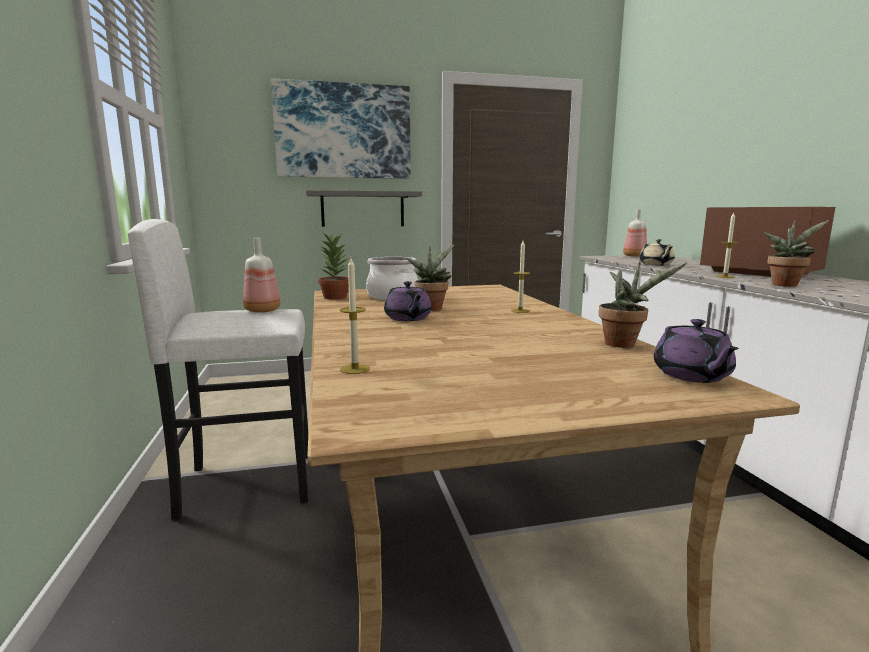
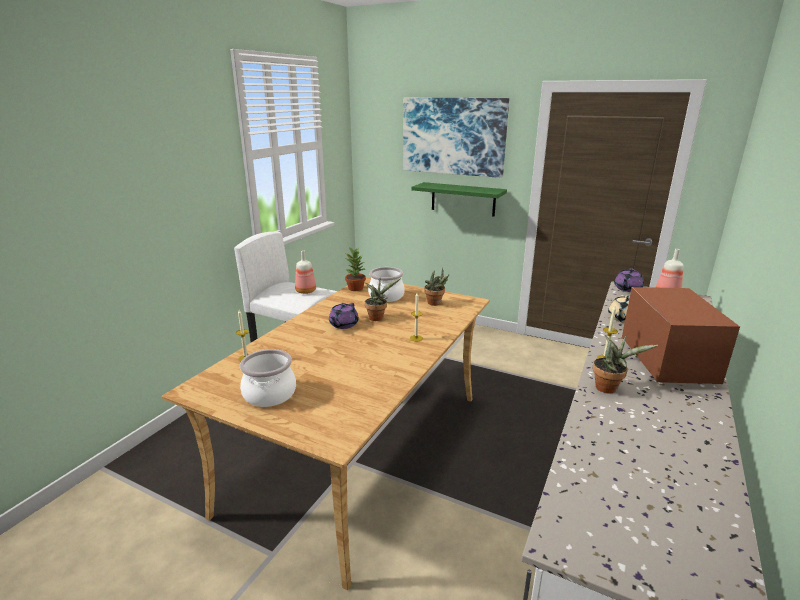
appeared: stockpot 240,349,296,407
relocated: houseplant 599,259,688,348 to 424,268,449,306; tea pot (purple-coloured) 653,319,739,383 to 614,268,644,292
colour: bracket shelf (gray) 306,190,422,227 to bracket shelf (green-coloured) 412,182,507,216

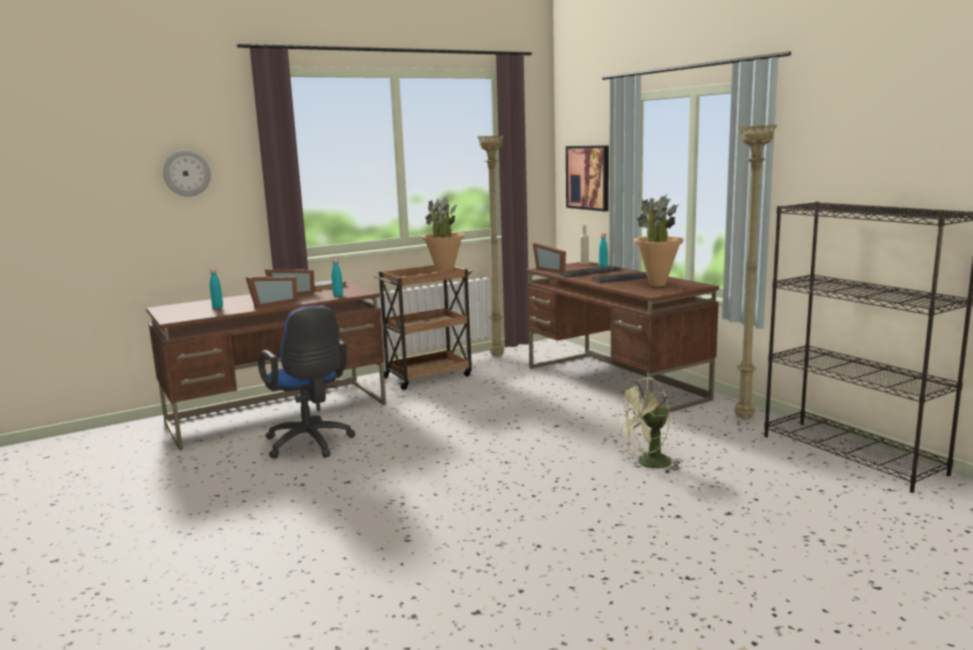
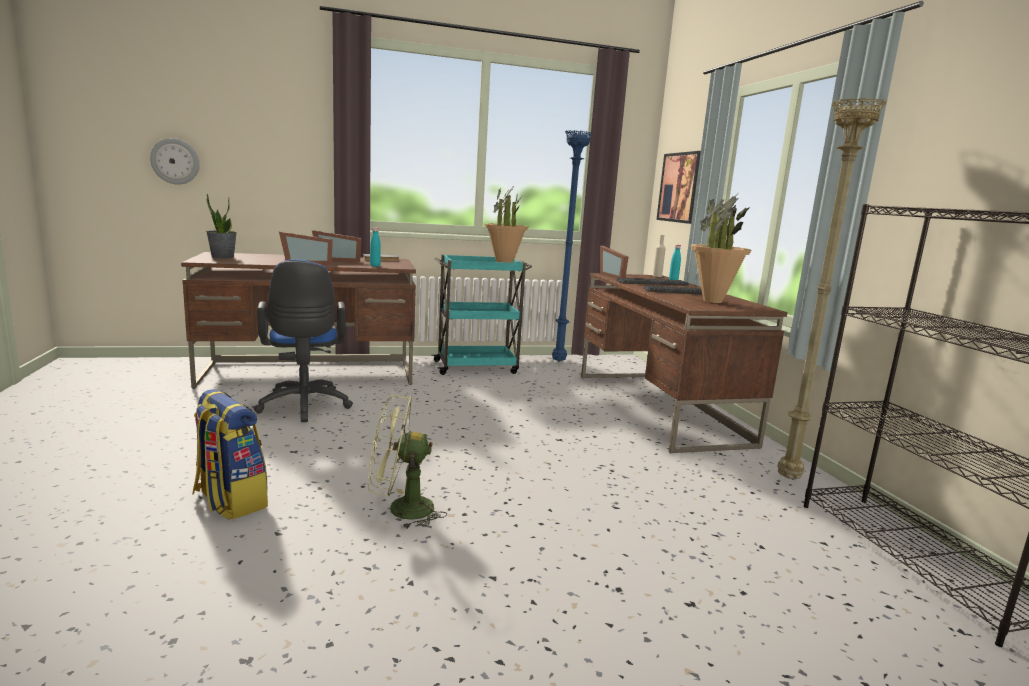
missing: bottle (turquoise) 210,269,223,309
appeared: houseplant 206,194,237,259; backpack 192,389,268,520
relocated: clock on the wall 163,150,211,197 to 150,138,200,185; electric fan (green-coloured) 615,377,683,473 to 368,395,447,530
colour: floor lamp (sand-coloured) 477,136,504,356 to floor lamp (blue-coloured) 552,130,593,361; cart (brownish) 373,265,472,390 to cart (turquoise) 431,255,532,375

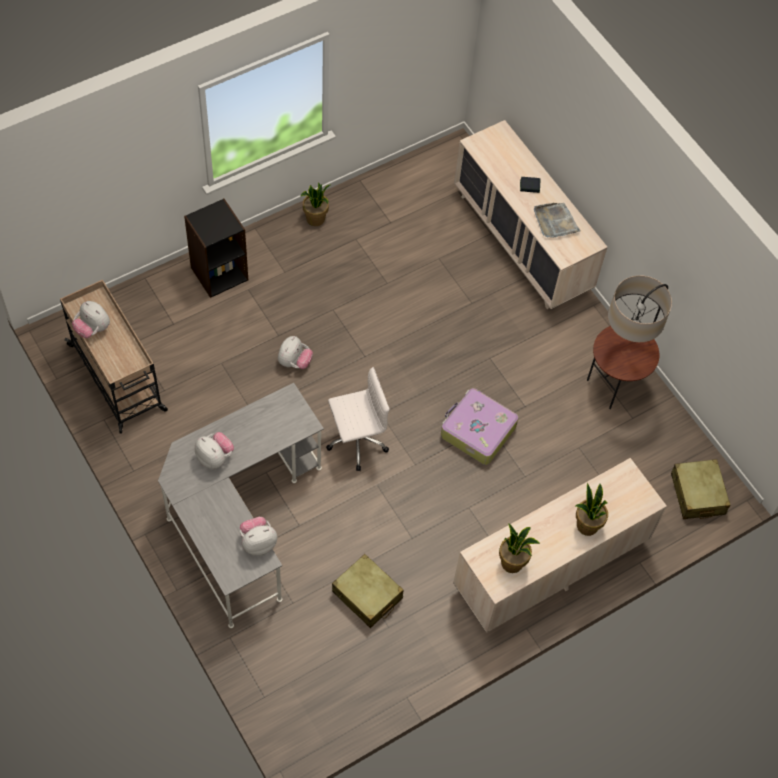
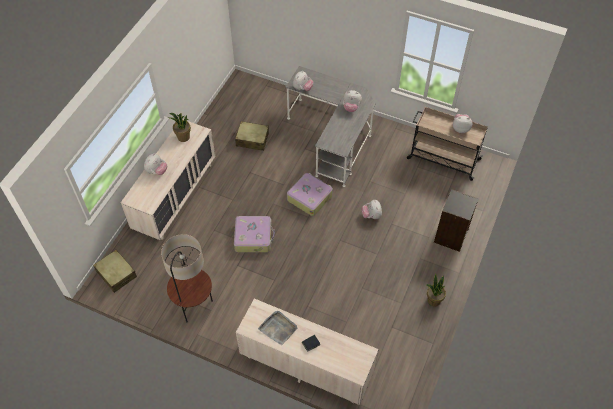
exchanged: office chair (white) 326,367,390,471 to travel case 287,173,333,216; houseplant 576,483,608,536 to cuddly toy 144,153,167,175

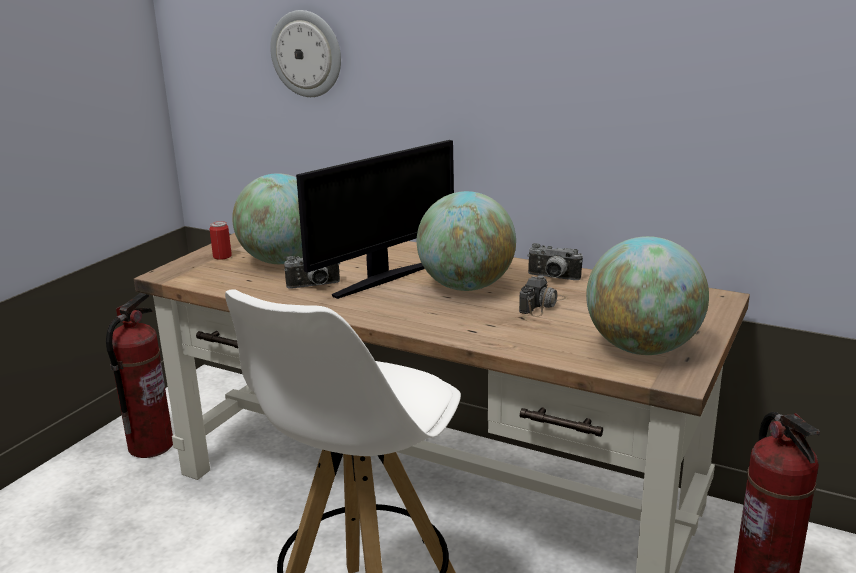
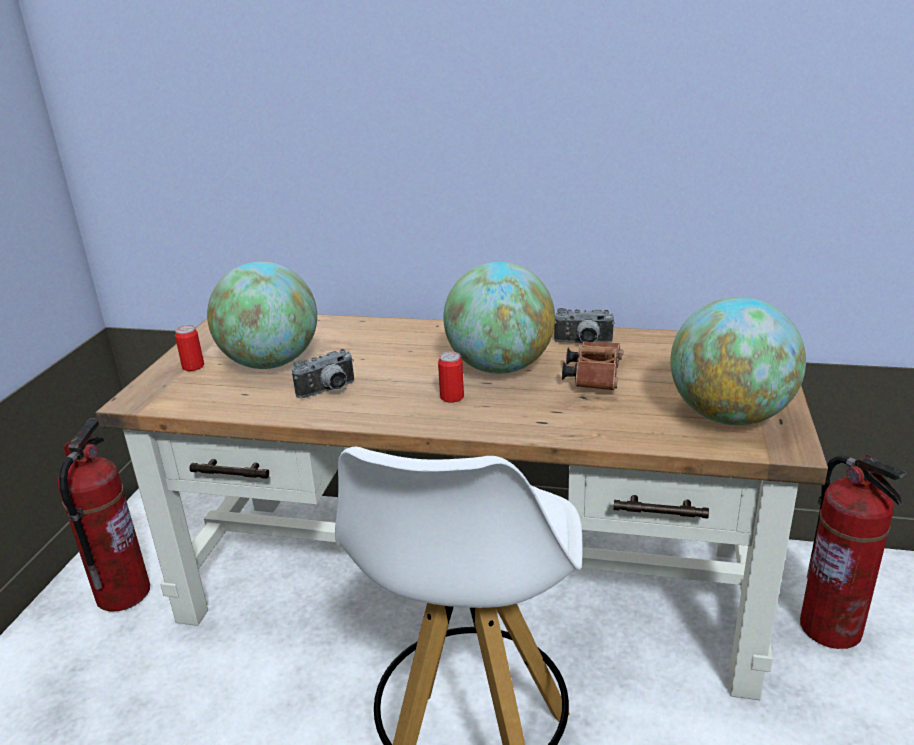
missing: clock on the wall 270,10,341,97; monitor 296,140,454,299
appeared: can 438,352,464,403
exchanged: still camera 519,275,566,317 to pair of binoculars (brownish) 562,341,623,391

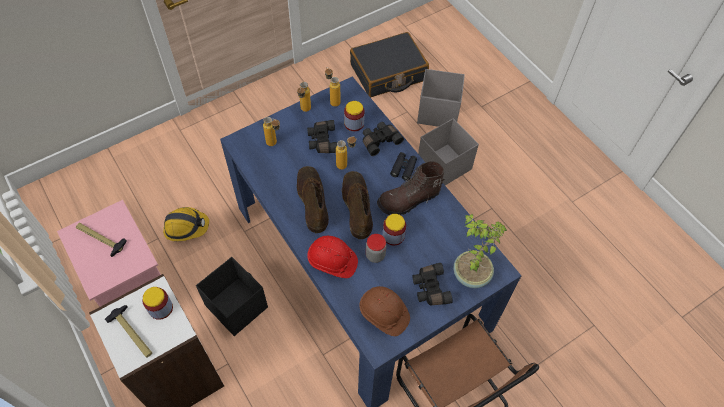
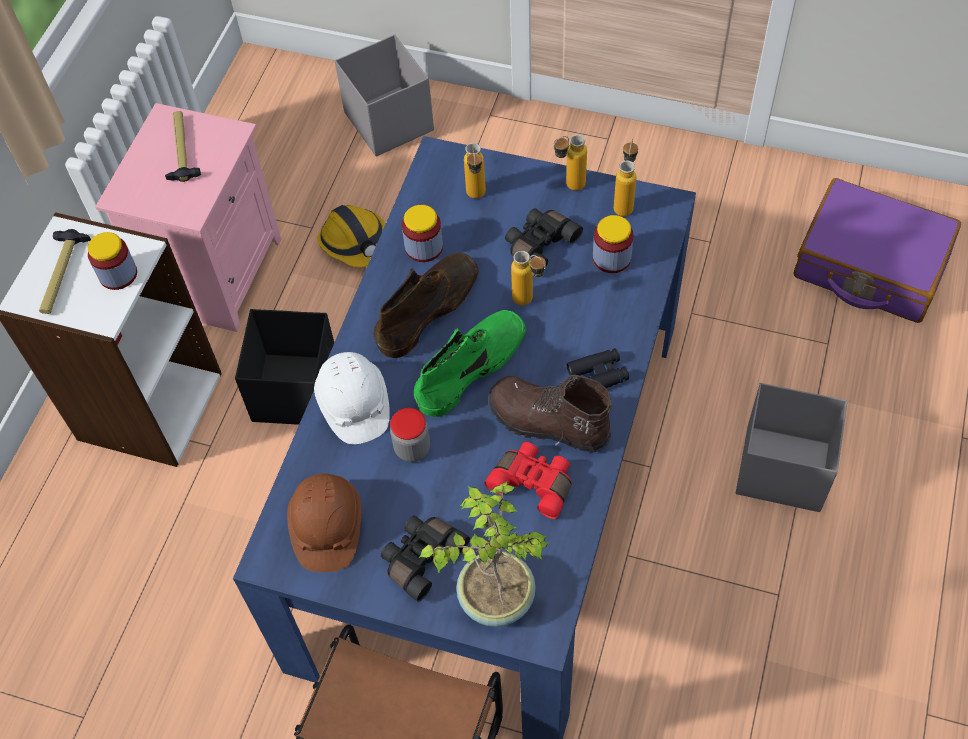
missing: pair of binoculars (blackish) 363,122,404,156
appeared: pair of binoculars (reddish) 485,442,572,519
relocated: storage container (gray) 417,69,465,127 to 335,34,434,156; jar 383,214,406,245 to 402,205,443,262
colour: travel case (blackish) 350,32,429,97 to travel case (purple-coloured) 794,178,961,323; boot (brownish) 342,171,373,239 to boot (green-coloured) 414,310,526,417; safety helmet (reddish) 307,236,358,278 to safety helmet (white) 314,352,390,444

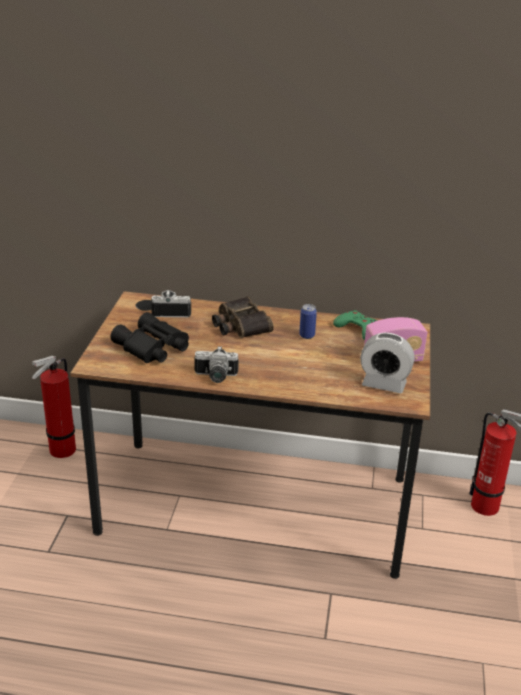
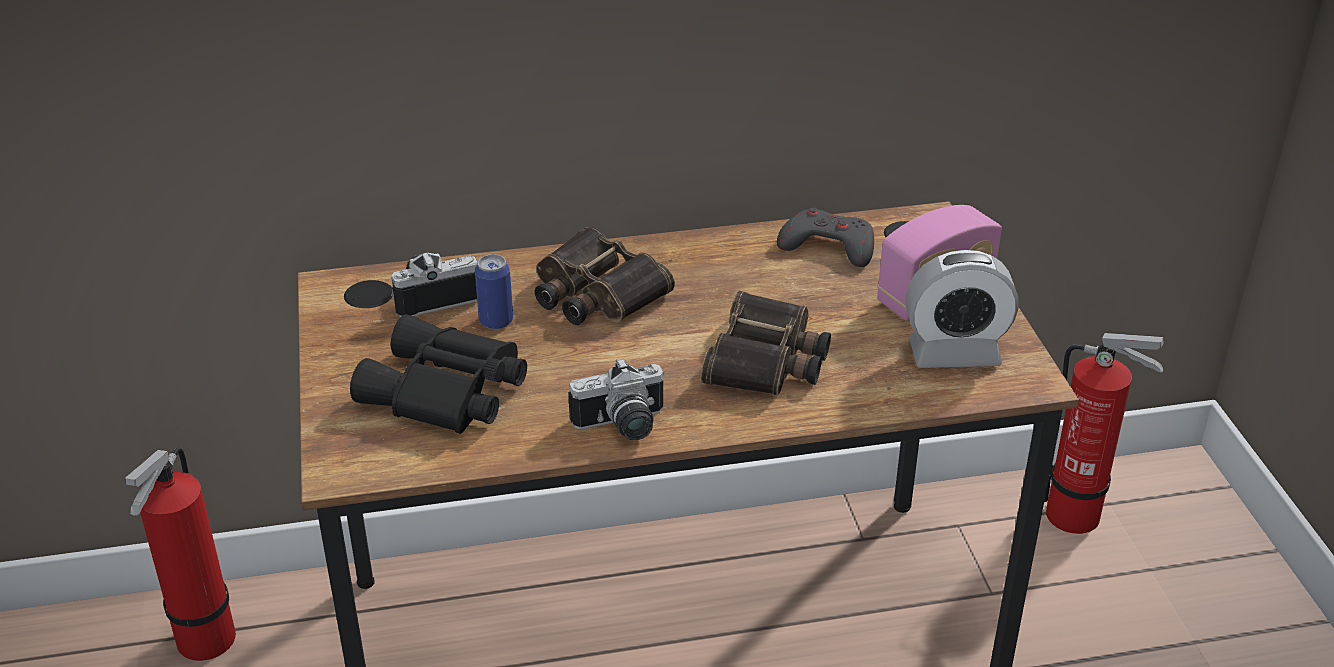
appeared: pair of binoculars 701,290,831,395
relocated: can 299,304,317,339 to 475,254,513,329
colour: game controller (green-coloured) 333,310,377,340 to game controller (gray) 777,208,874,267

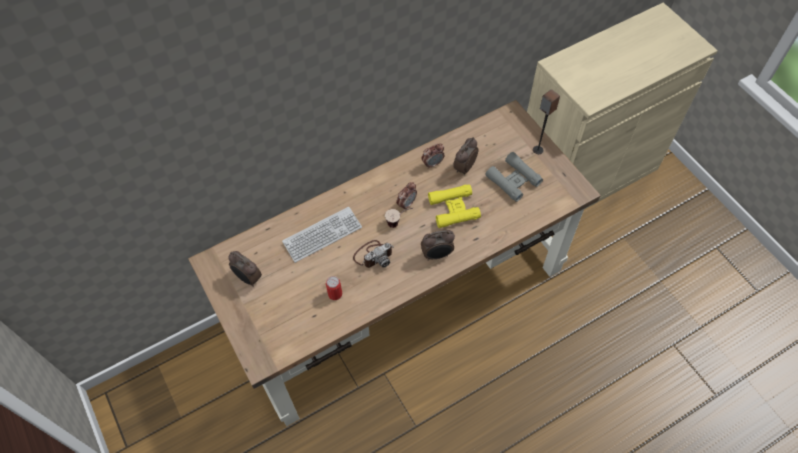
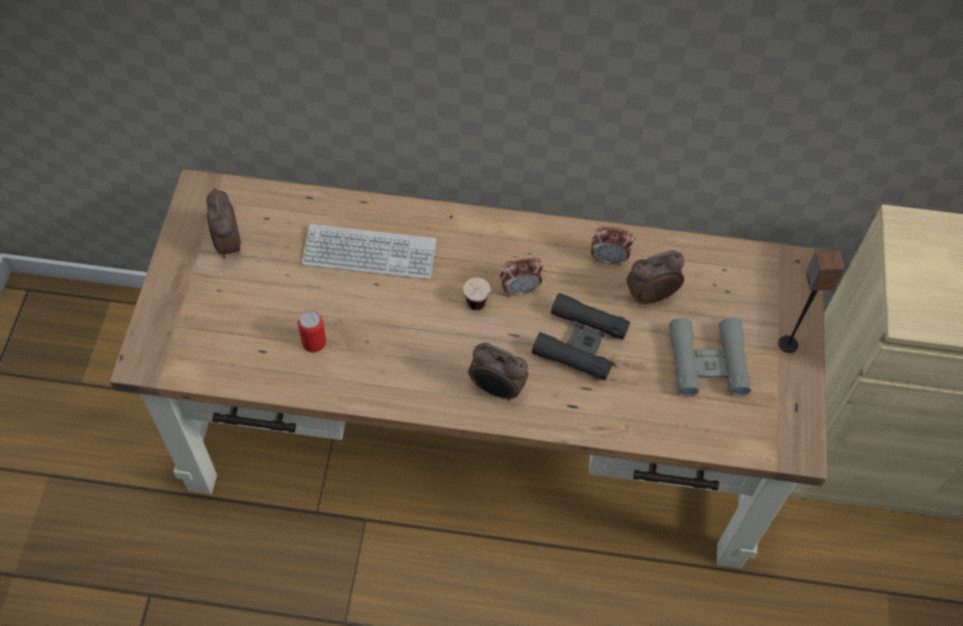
missing: still camera 353,240,393,268
colour: pair of binoculars (yellowish) 428,184,481,228 to pair of binoculars (blackish) 532,293,630,380

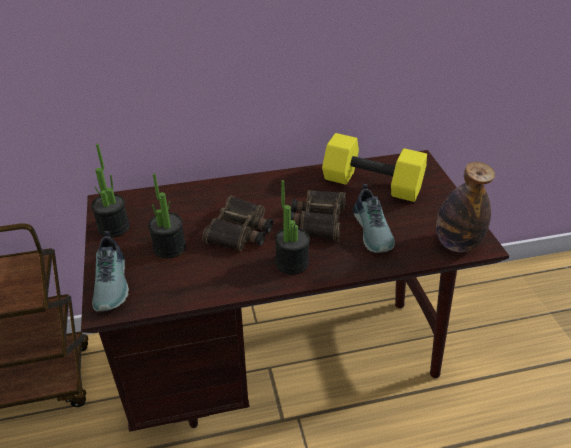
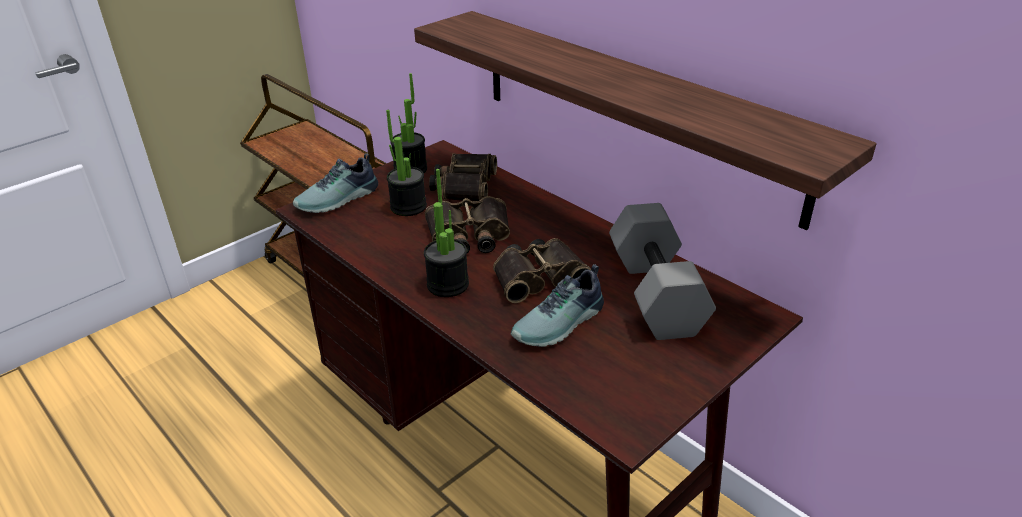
missing: bottle 436,162,495,252
appeared: bracket shelf 414,11,877,230; pair of binoculars 429,153,497,202
colour: hand weight (yellowish) 322,133,427,202 to hand weight (gray) 609,203,716,340

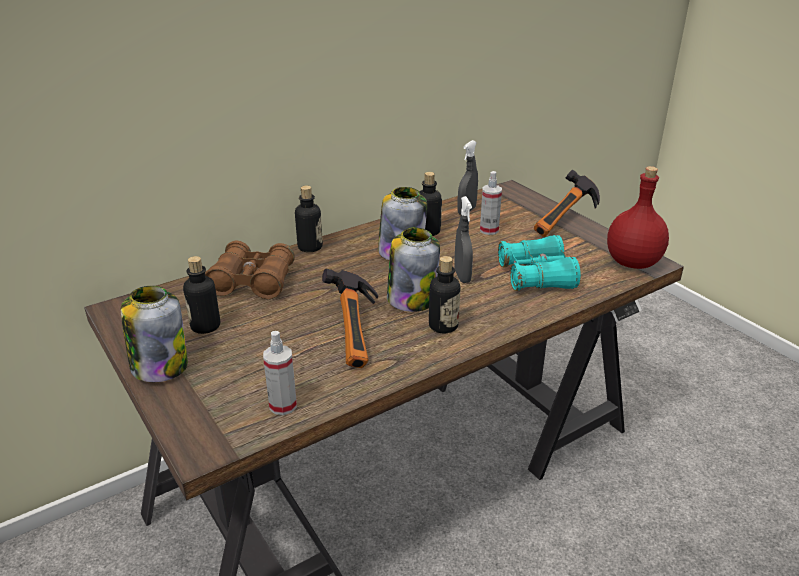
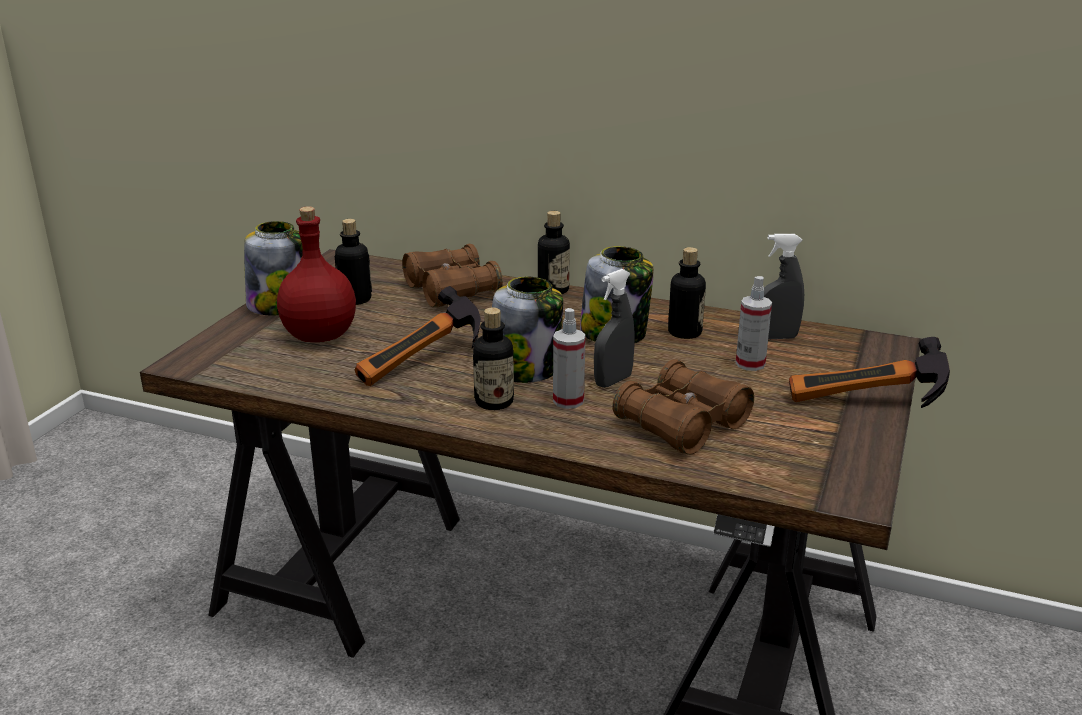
relocated: bottle (reddish) 607,166,669,269 to 277,206,356,342; spray bottle 263,331,297,415 to 553,308,585,409
colour: pair of binoculars (turquoise) 498,235,581,291 to pair of binoculars (brownish) 612,359,754,455

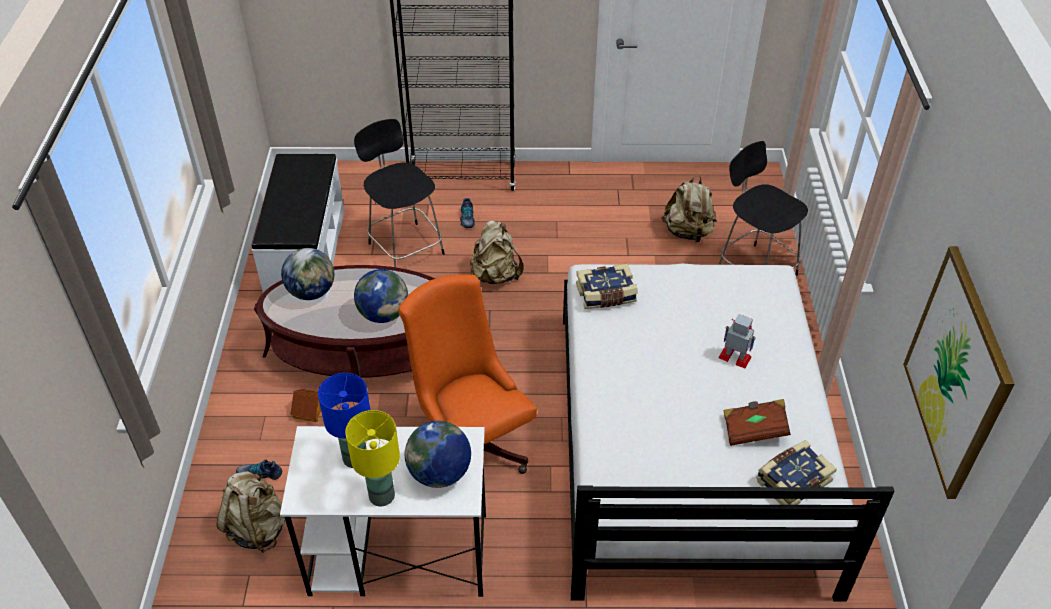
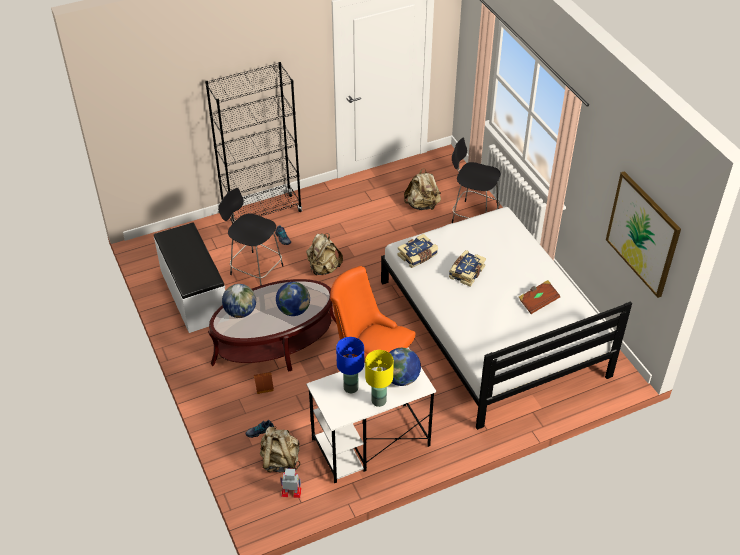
relocated: model robot 718,314,756,368 to 280,468,302,498; volume 756,440,837,505 to 449,250,486,287

